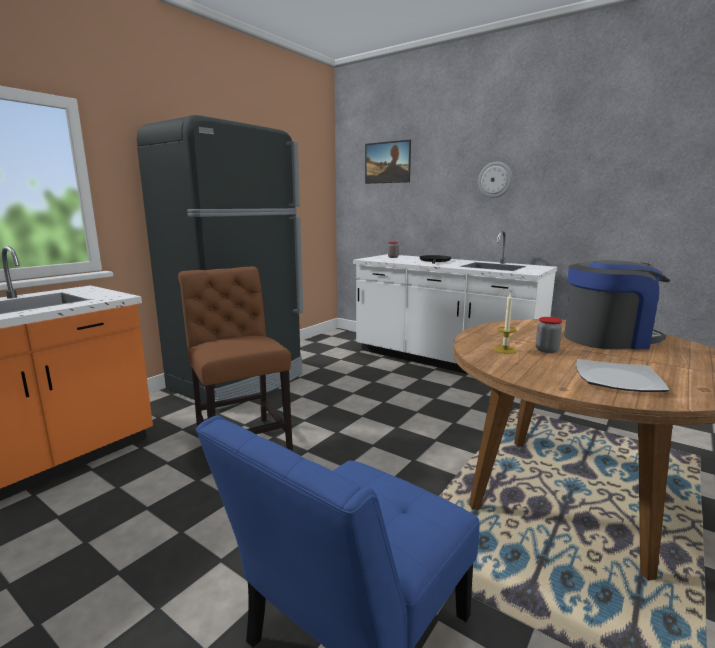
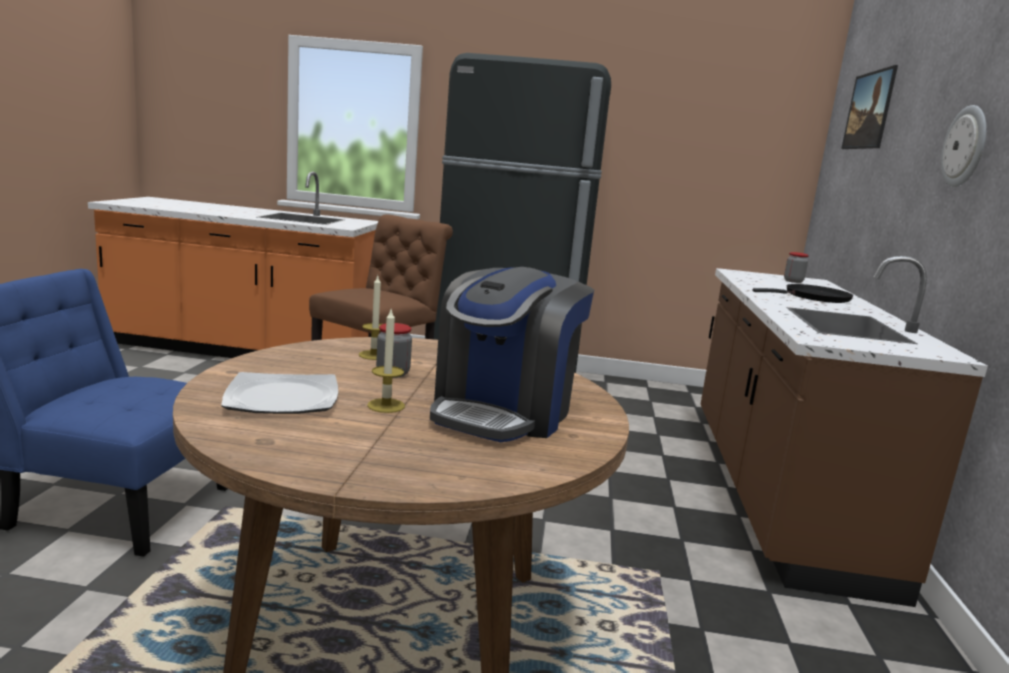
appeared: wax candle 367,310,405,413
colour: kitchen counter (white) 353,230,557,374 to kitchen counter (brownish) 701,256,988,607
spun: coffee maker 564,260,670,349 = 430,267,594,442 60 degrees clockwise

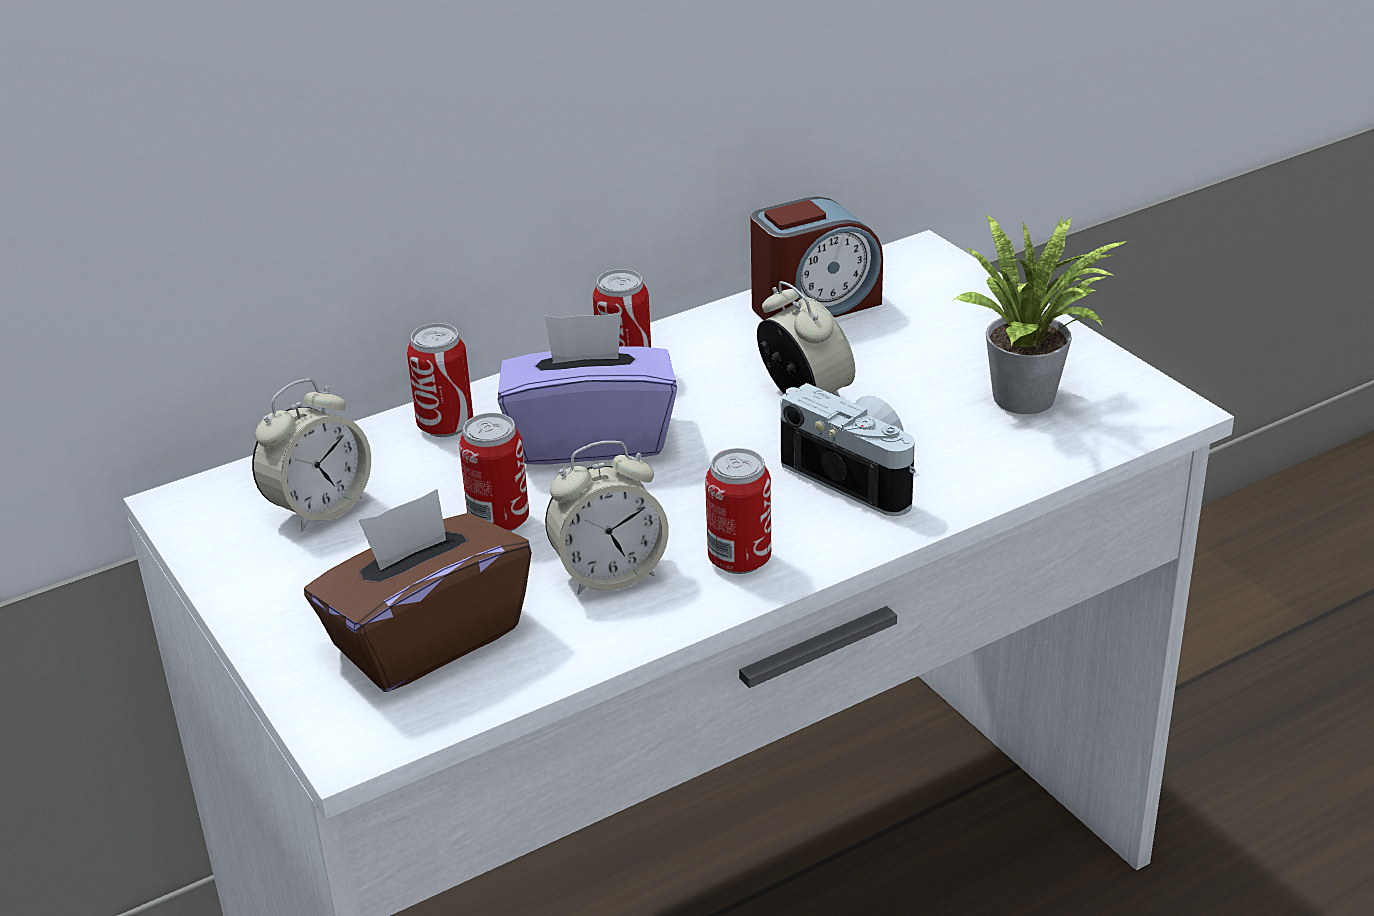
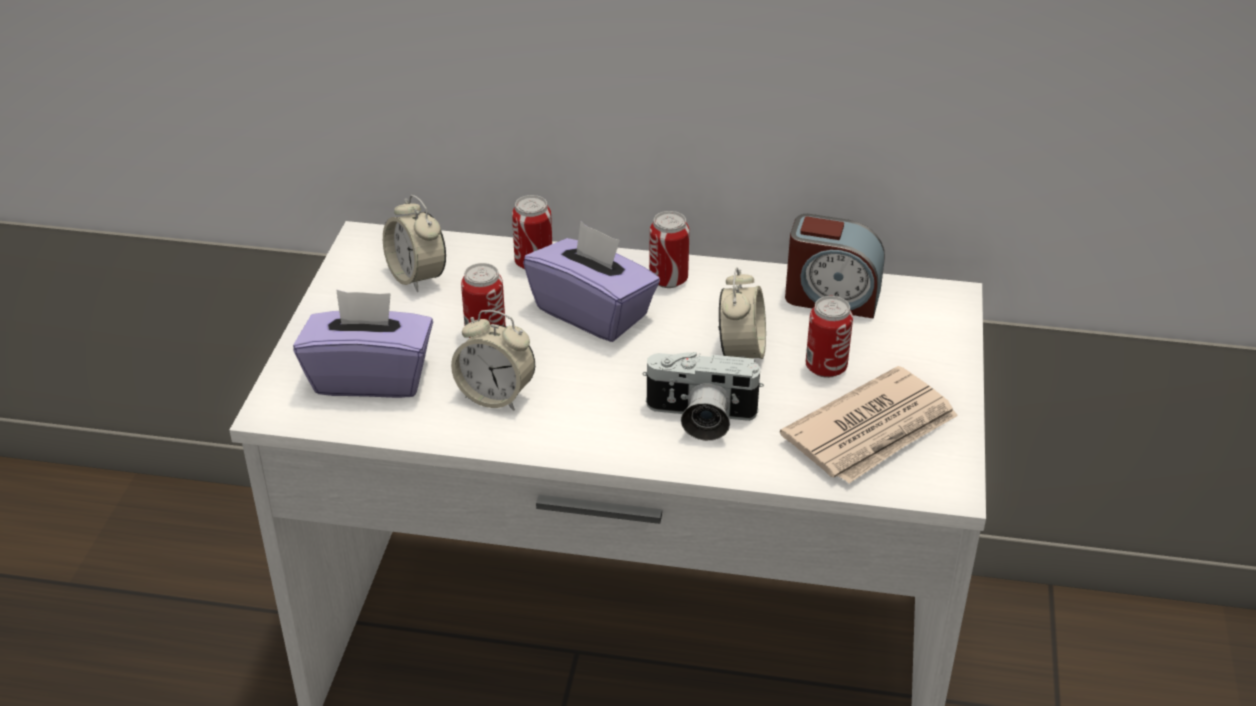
relocated: can 705,448,771,574 to 806,296,853,378
exchanged: houseplant 952,213,1127,414 to newspaper 780,366,958,483
colour: tissue holder (brownish) 304,489,532,692 to tissue holder (purple-coloured) 293,290,433,398
spun: alarm clock 252,378,371,532 = 383,195,446,292 60 degrees clockwise; still camera 781,383,916,516 = 642,352,764,441 105 degrees clockwise

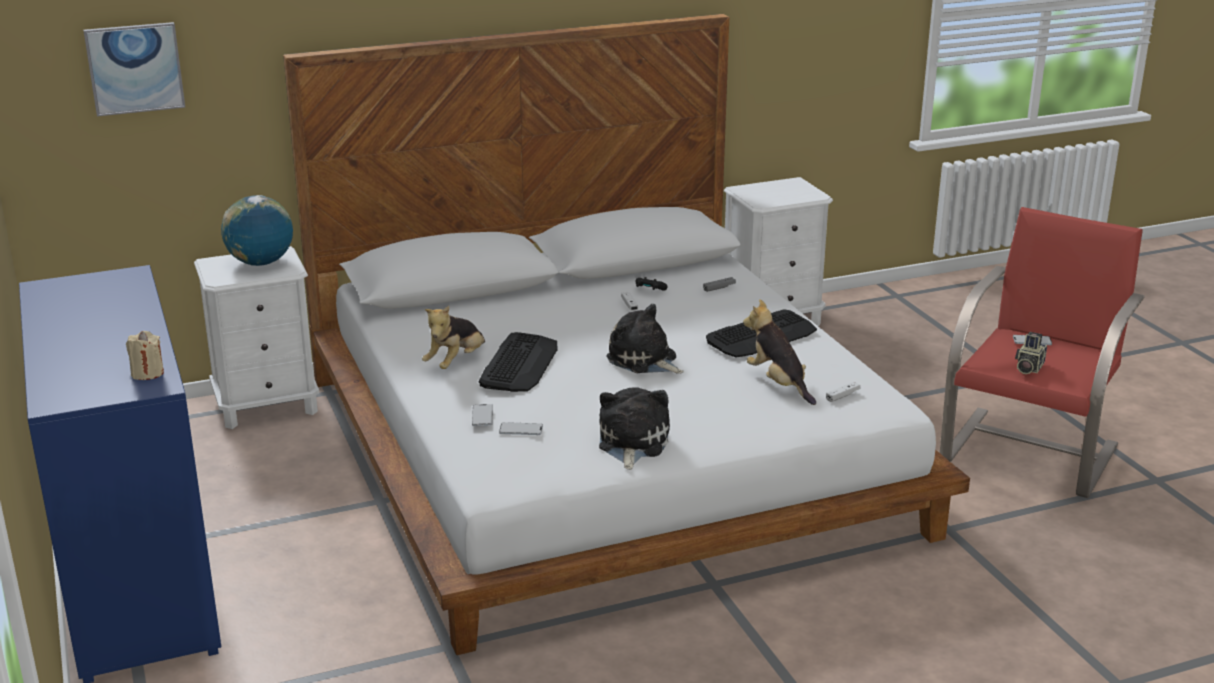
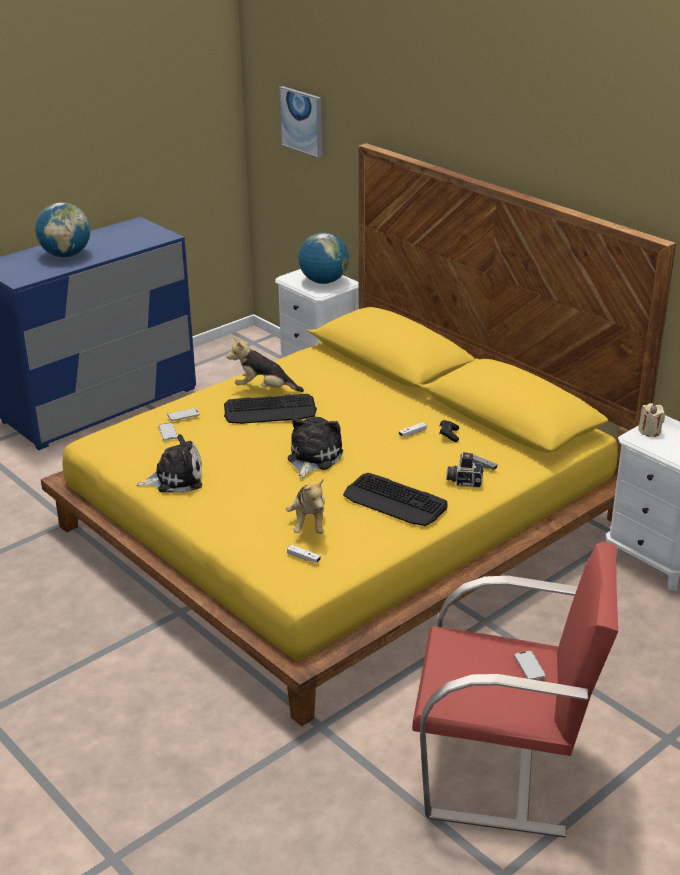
appeared: globe 35,203,90,257
relocated: wax candle (sand-coloured) 126,331,164,380 to 638,403,665,437; still camera 1015,332,1047,374 to 446,451,484,488
colour: sleeping bed (white) 283,14,970,655 to sleeping bed (yellowish) 41,143,676,726
spun: cuddly toy 743,299,816,405 = 286,478,325,534 135 degrees clockwise

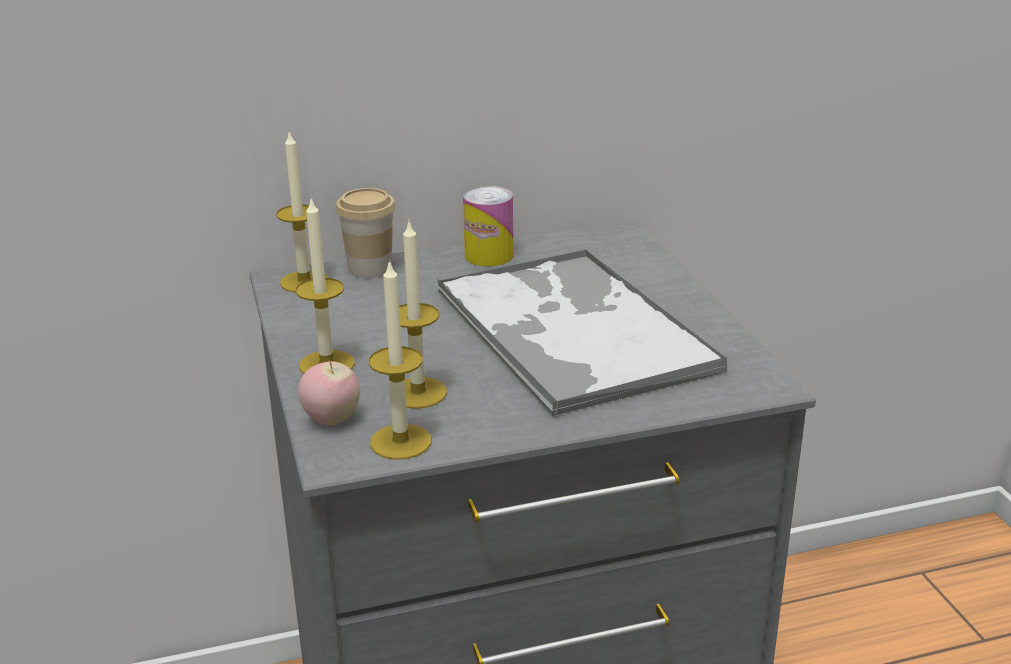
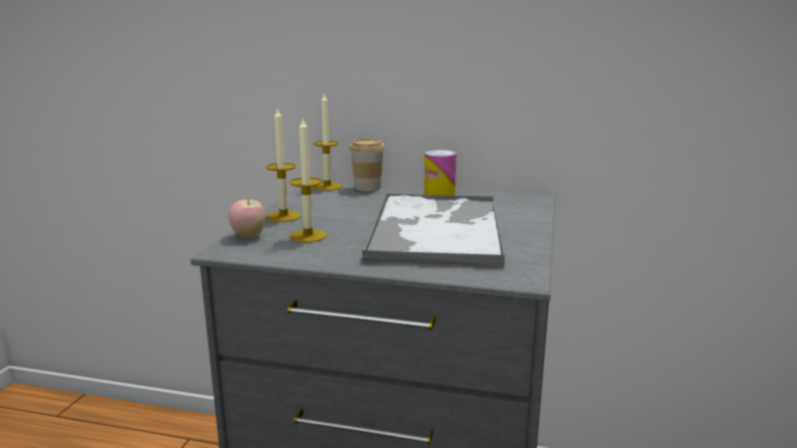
missing: wax candle 369,259,431,460

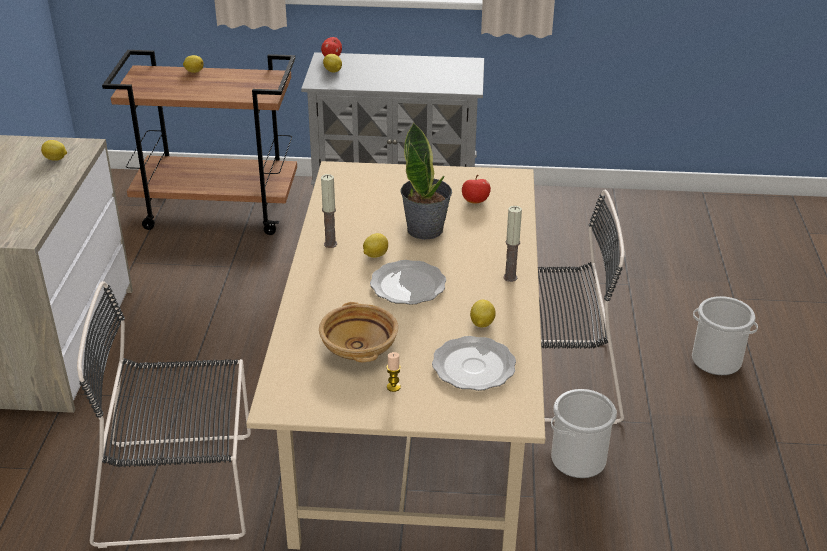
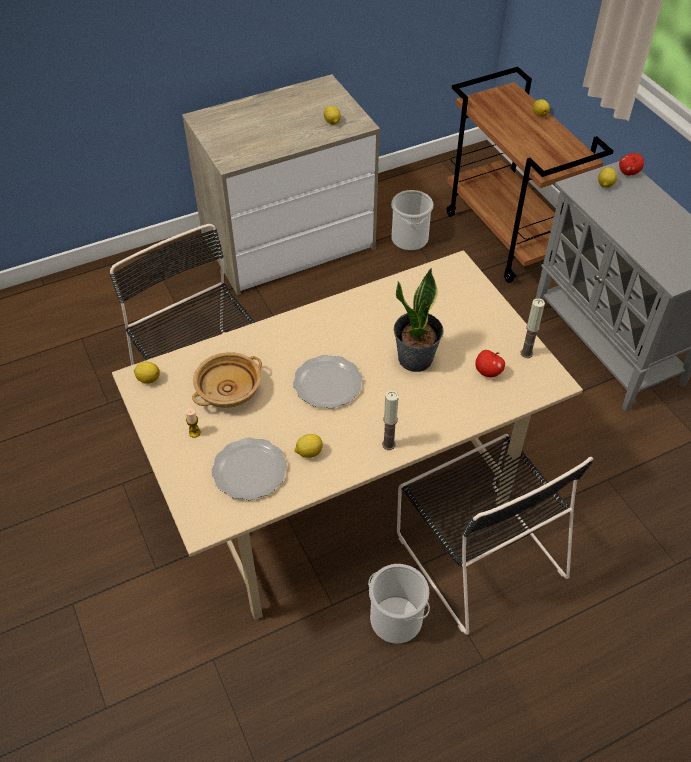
relocated: wax candle 321,174,337,248 to 521,298,545,358; citrus fruit 363,233,388,258 to 134,362,160,384; water bucket 692,296,758,375 to 391,190,434,251

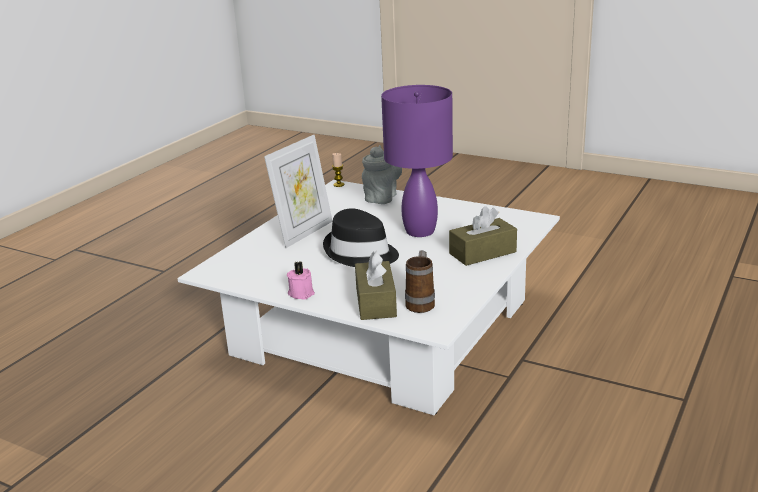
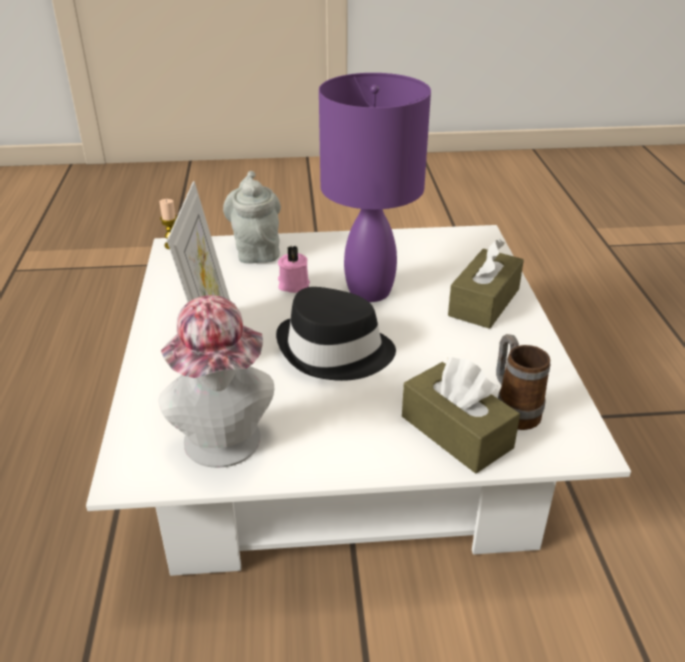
appeared: hat 158,295,274,468
relocated: wax candle (pink) 287,261,315,300 to 278,246,310,293

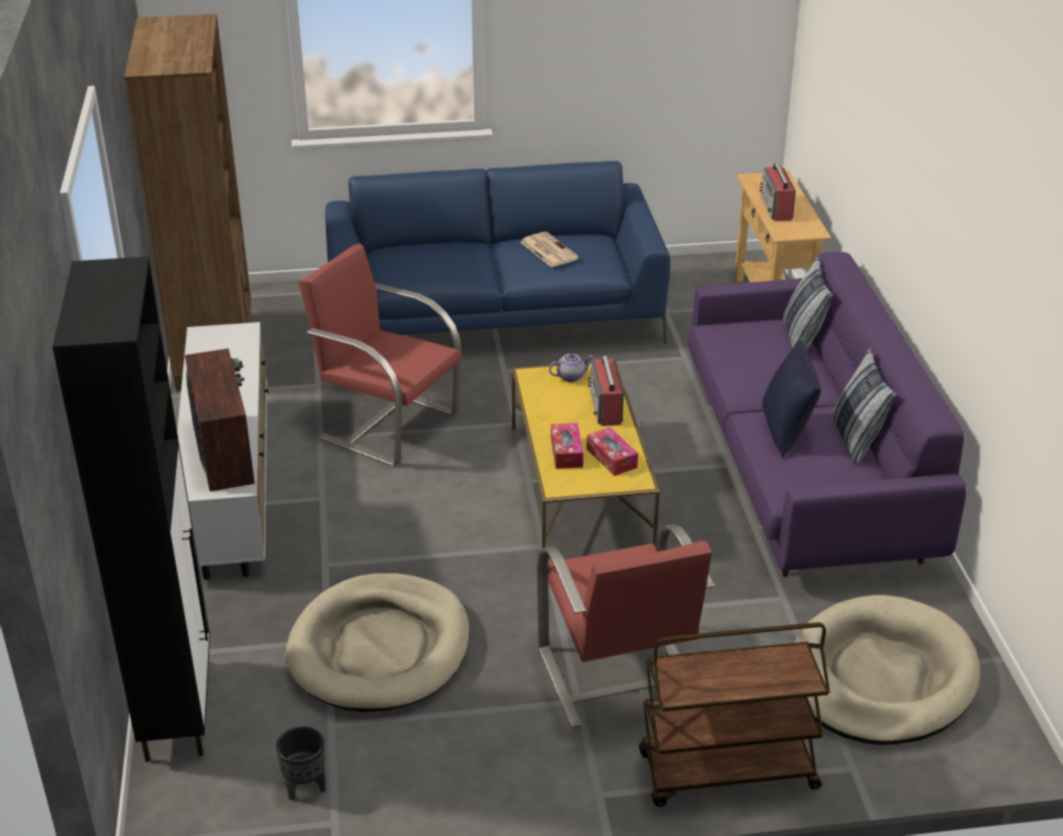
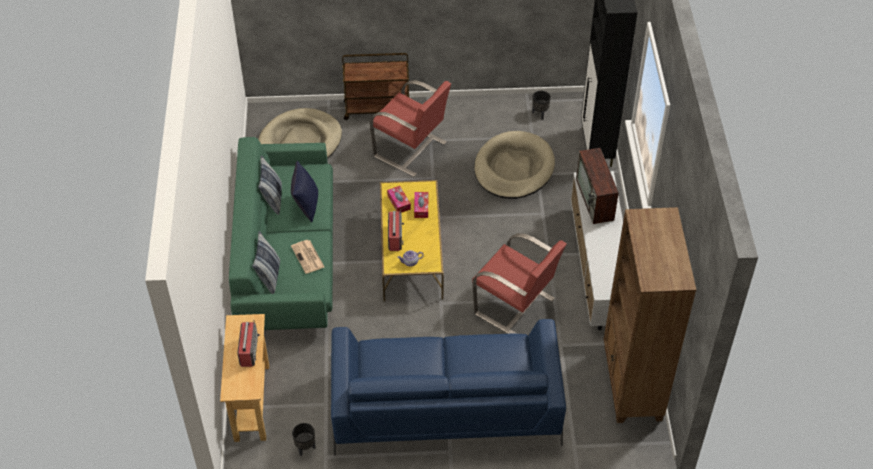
appeared: flower pot (blackish) 292,423,315,456
relocated: newspaper 520,232,579,267 to 291,240,324,274
colour: sofa (purple-coloured) 687,252,967,577 to sofa (green-coloured) 229,137,333,330
spun: armchair (reddish) 537,524,715,728 = 370,80,451,176 135 degrees clockwise

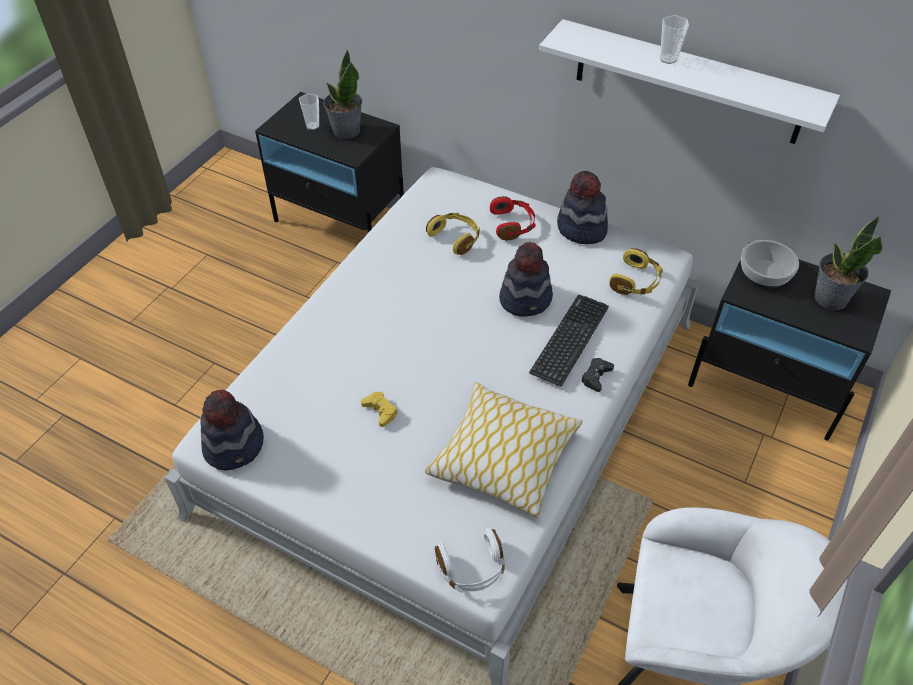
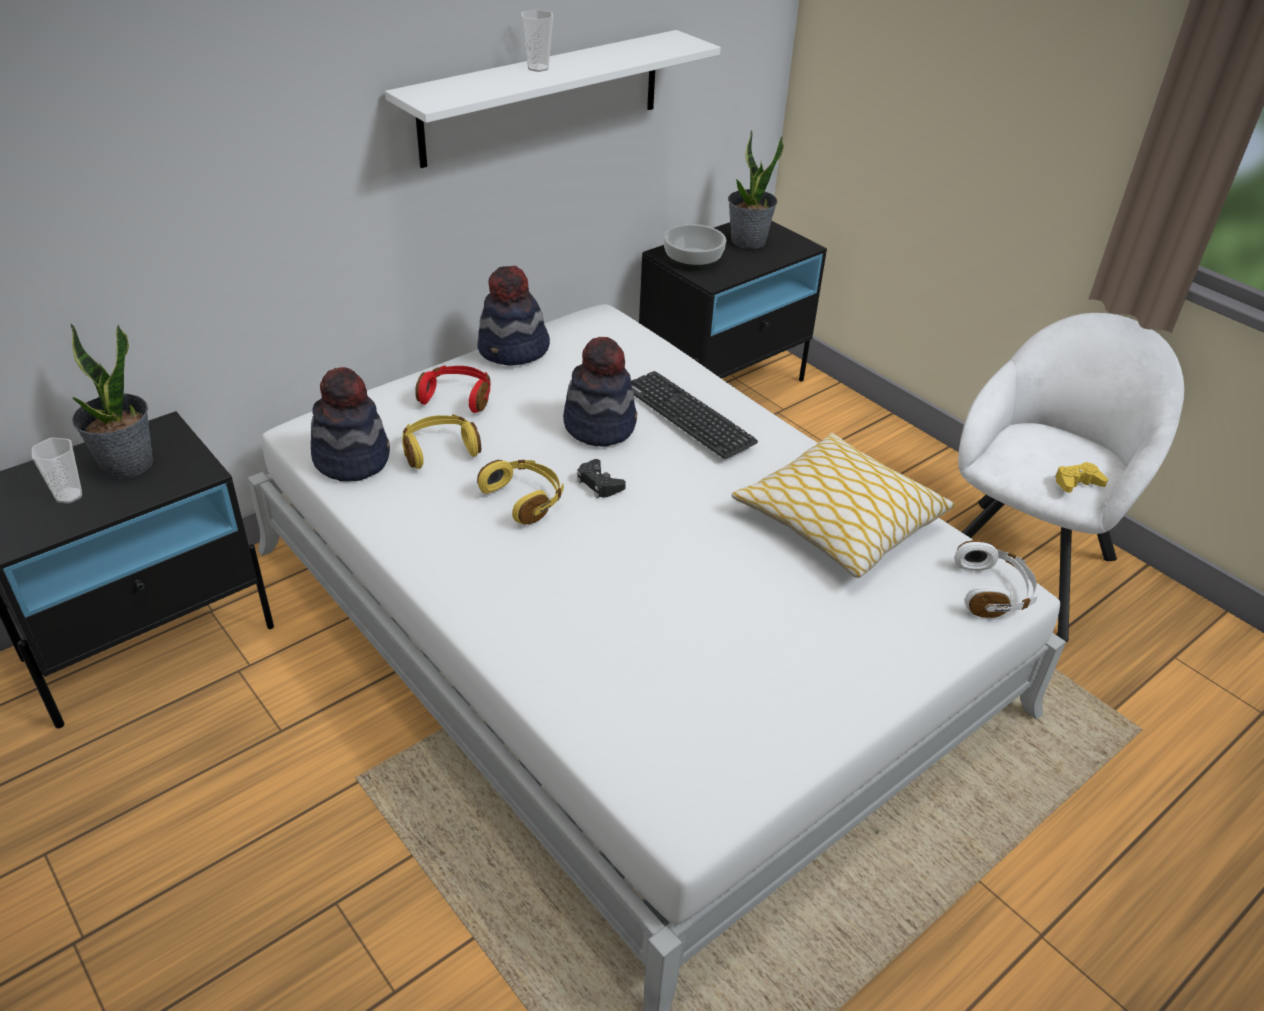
relocated: pair of headphones (yellowish) 609,248,663,295 to 477,460,564,525; game controller (blackish) 581,358,614,392 to 577,459,626,498; hat 200,390,264,471 to 311,367,390,482; game controller (yellowish) 361,392,398,427 to 1055,462,1108,493

